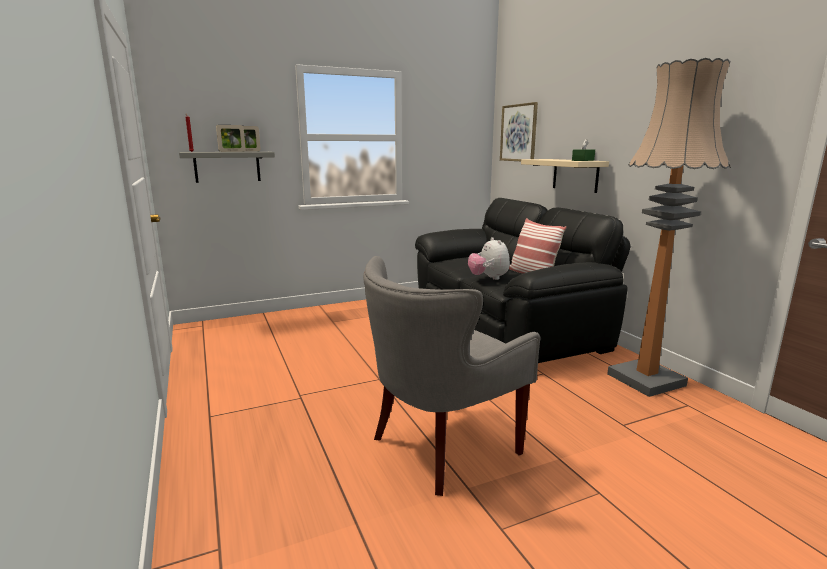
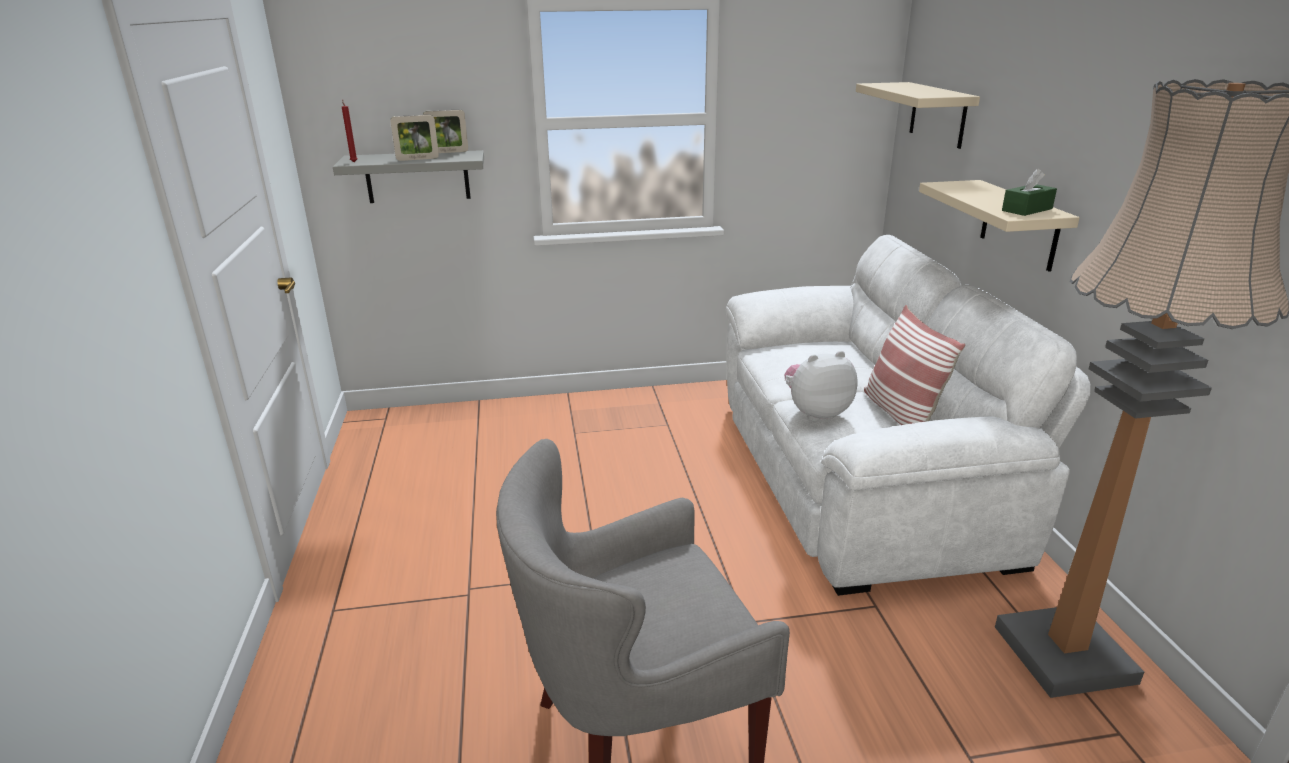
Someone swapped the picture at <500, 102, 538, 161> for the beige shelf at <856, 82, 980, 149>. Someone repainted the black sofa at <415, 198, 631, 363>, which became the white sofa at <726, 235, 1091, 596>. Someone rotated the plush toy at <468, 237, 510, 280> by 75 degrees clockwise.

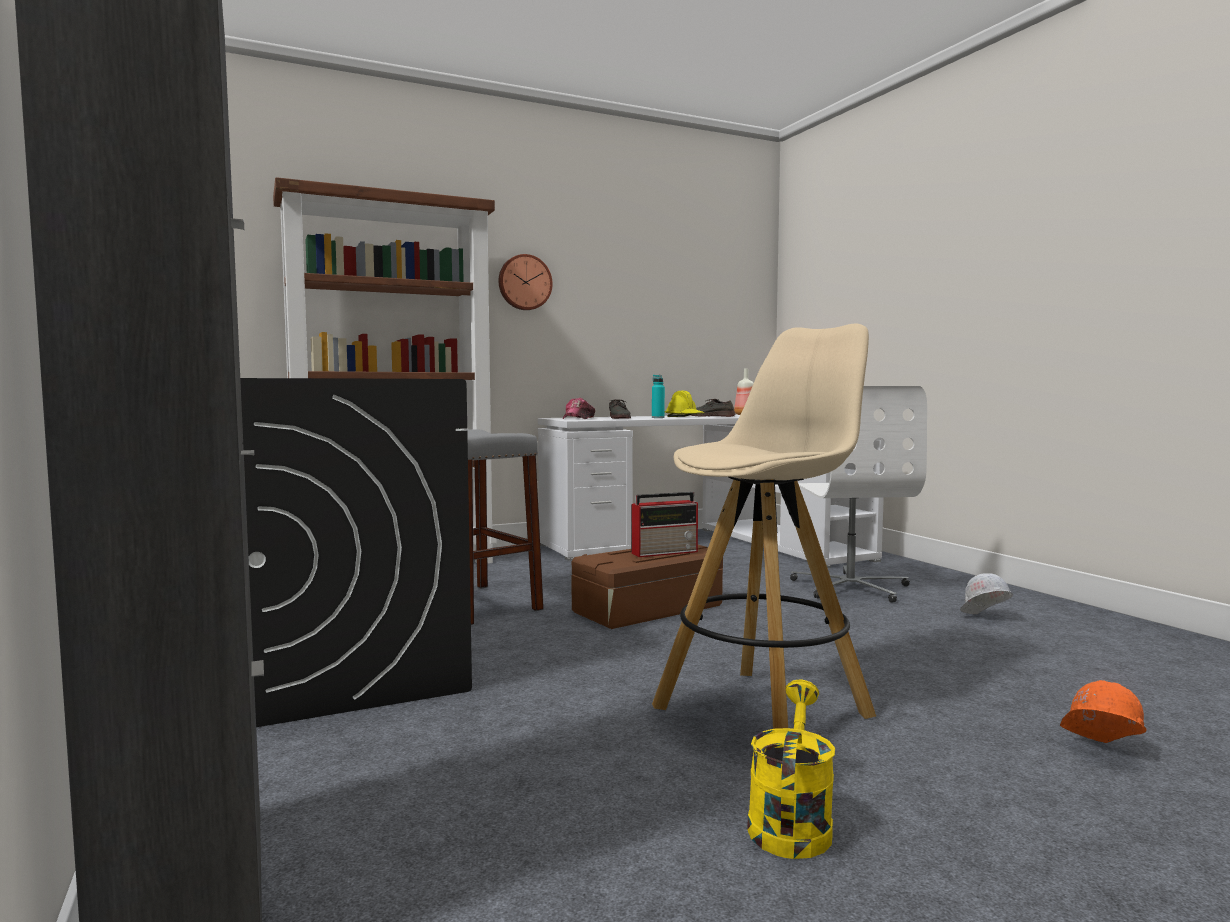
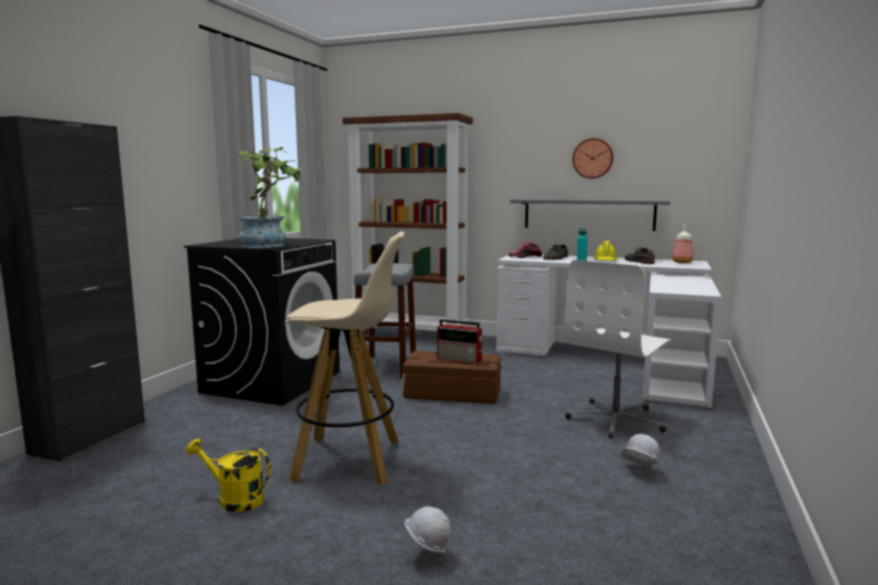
Someone carried the wall clock from <498, 254, 553, 310> to <572, 138, 613, 179>. Someone rotated the yellow watering can at <747, 680, 835, 859> by 135 degrees counterclockwise. Someone repainted the orange hard hat at <1060, 680, 1147, 743>, which became the white hard hat at <405, 506, 451, 554>. Someone put down the potted plant at <238, 147, 307, 248>. Someone put up the grey shelf at <510, 199, 670, 231>.

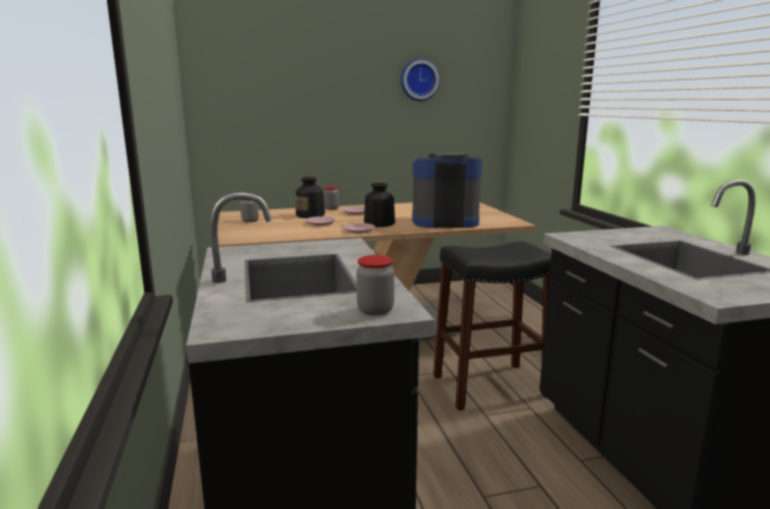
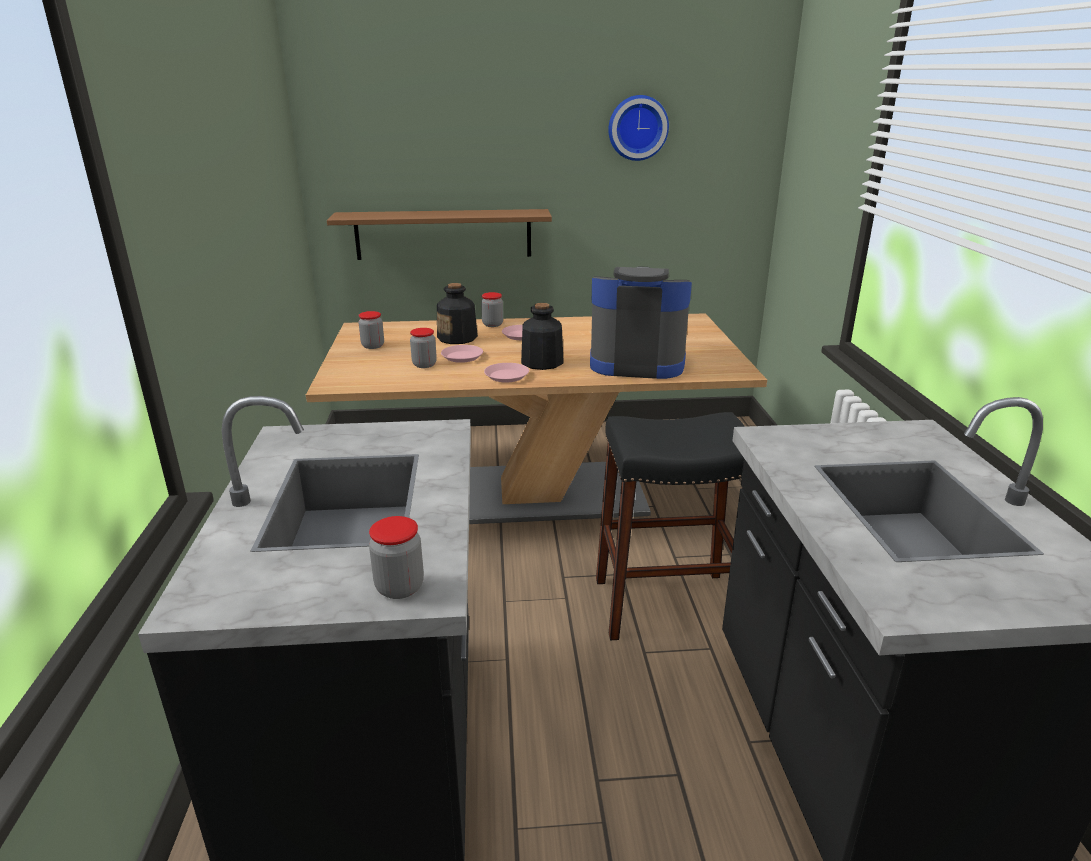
Someone put up the brown shelf at <327, 209, 552, 260>. Someone put down the jar at <410, 328, 437, 368>.

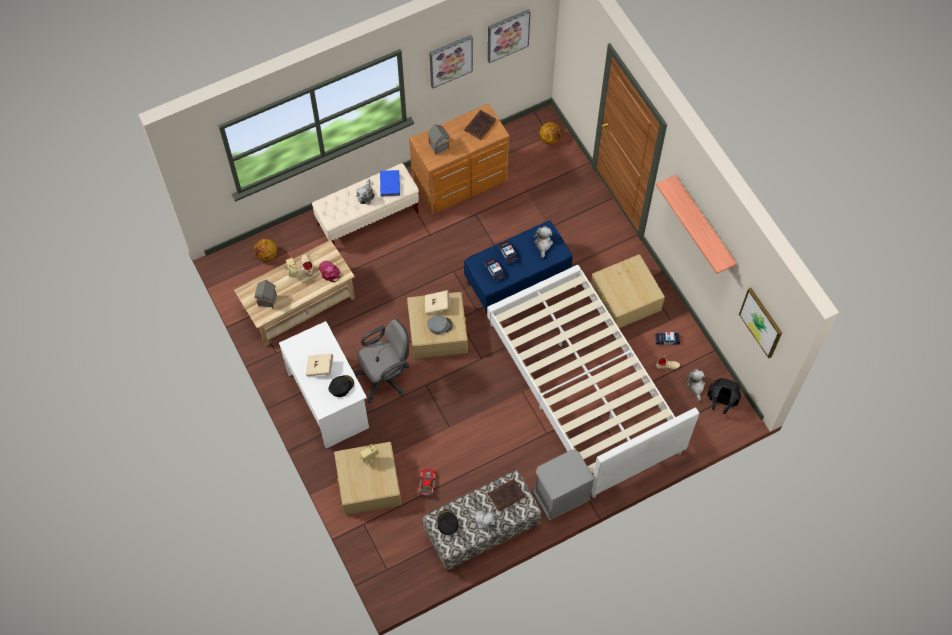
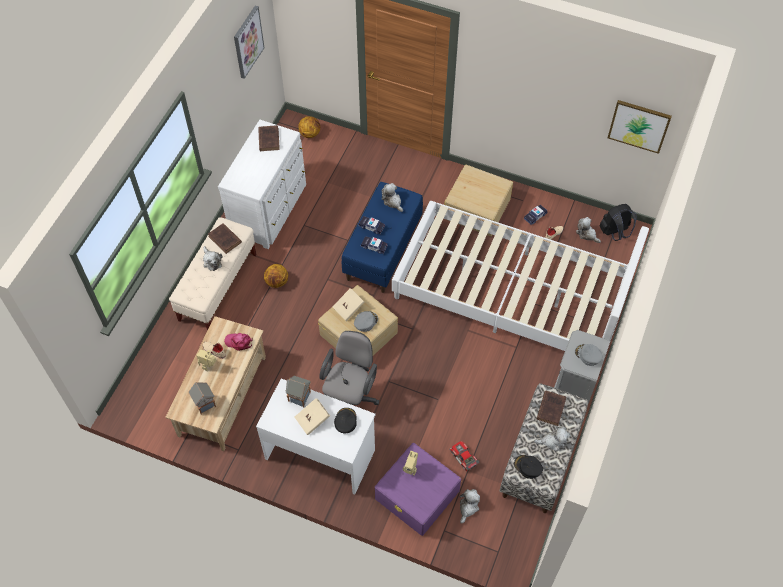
Someone took away the picture at <429, 35, 473, 88>. Someone repainted the brown dresser at <409, 104, 510, 214>, which became the white dresser at <218, 120, 306, 249>. Someone carried the toy house from <427, 124, 450, 154> to <286, 376, 311, 407>. Someone repainted the blue book at <380, 170, 400, 196>, which became the brown book at <208, 223, 242, 254>. Someone took away the shelf at <656, 175, 737, 274>. Someone carried the basketball from <254, 239, 277, 262> to <264, 264, 288, 288>. Someone repainted the beige storage box at <334, 442, 401, 515>, which became the purple storage box at <375, 443, 461, 536>. Someone put down the grey cap at <575, 344, 603, 366>. Someone put down the plush toy at <460, 489, 480, 523>.

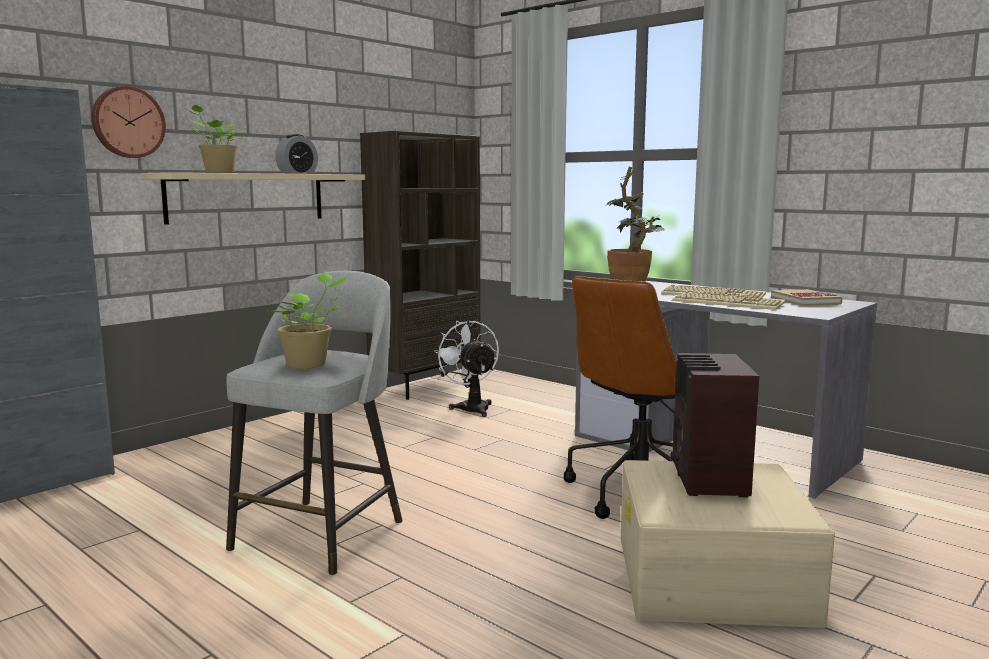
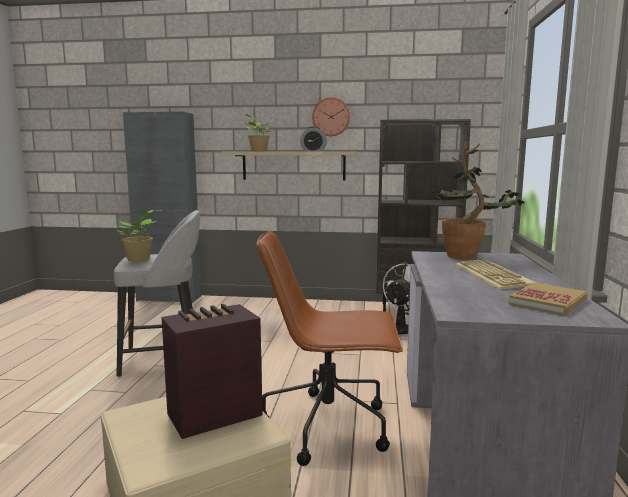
Someone carried the wall clock from <92, 86, 166, 158> to <312, 97, 350, 136>. Someone took away the keyboard at <672, 291, 786, 310>.

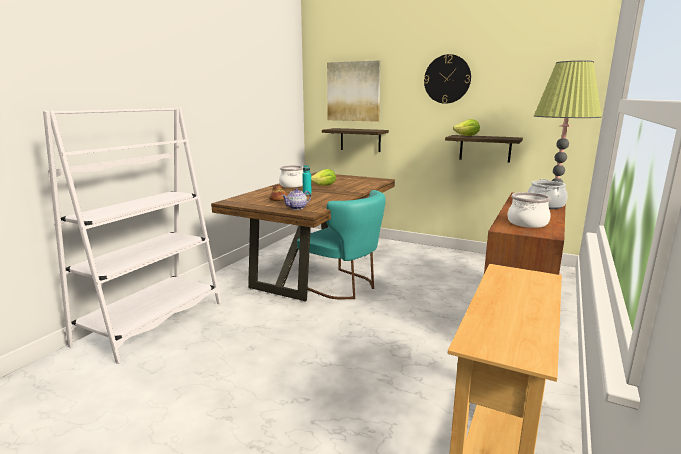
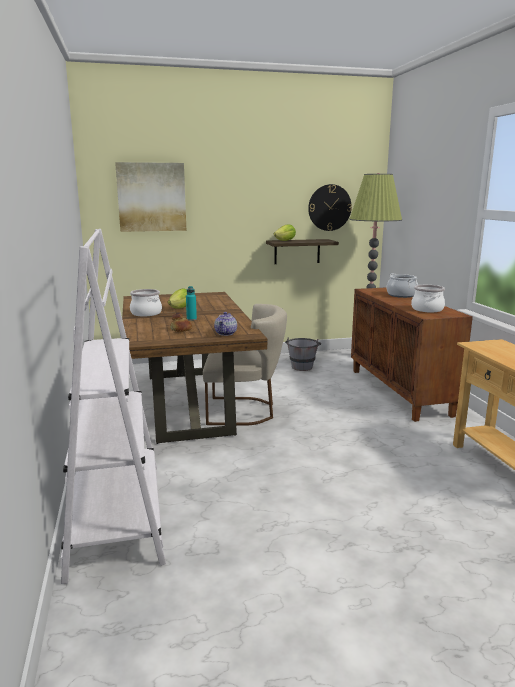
Someone carried the wall clock from <424, 54, 471, 104> to <308, 184, 352, 231>. Someone took away the shelf at <322, 128, 389, 152>. Someone repainted the turquoise chair at <297, 190, 386, 299>, which became the beige chair at <203, 304, 287, 426>. Someone put down the grey bucket at <285, 338, 321, 371>.

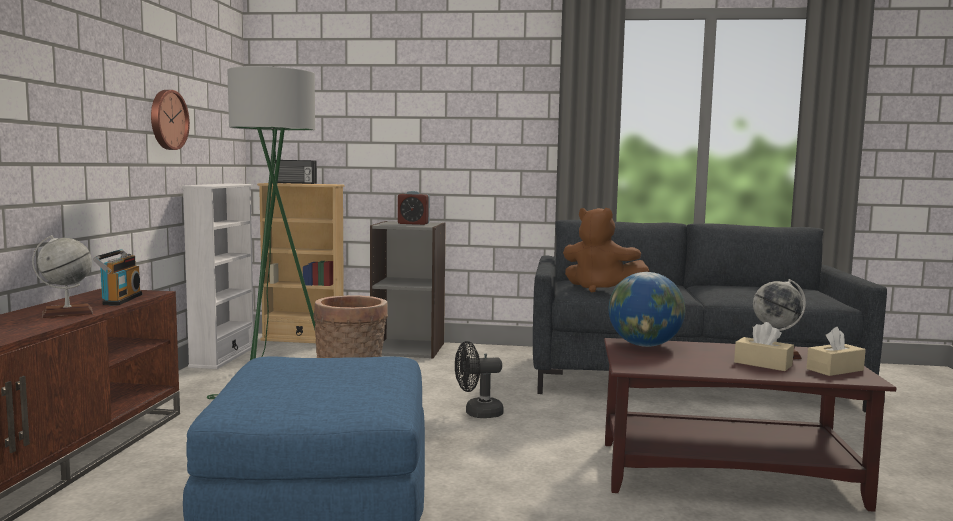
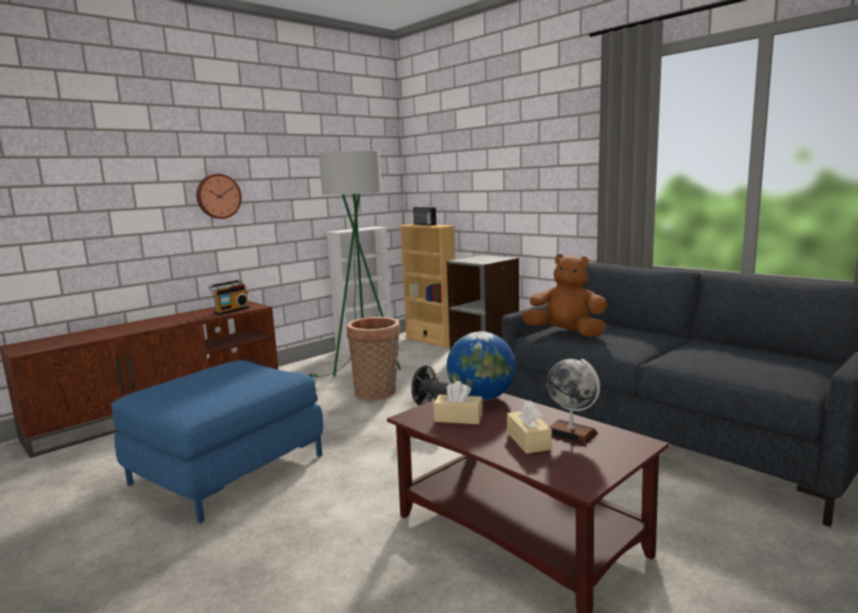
Someone carried the wall clock from <151, 90, 190, 150> to <196, 174, 242, 219>. Someone took away the alarm clock at <398, 191, 430, 225>. Someone rotated the brown plush toy at <563, 208, 649, 293> by 135 degrees clockwise. Someone took away the globe at <32, 235, 93, 318>. Someone carried the beige tissue box from <806, 327, 866, 376> to <433, 381, 483, 424>.

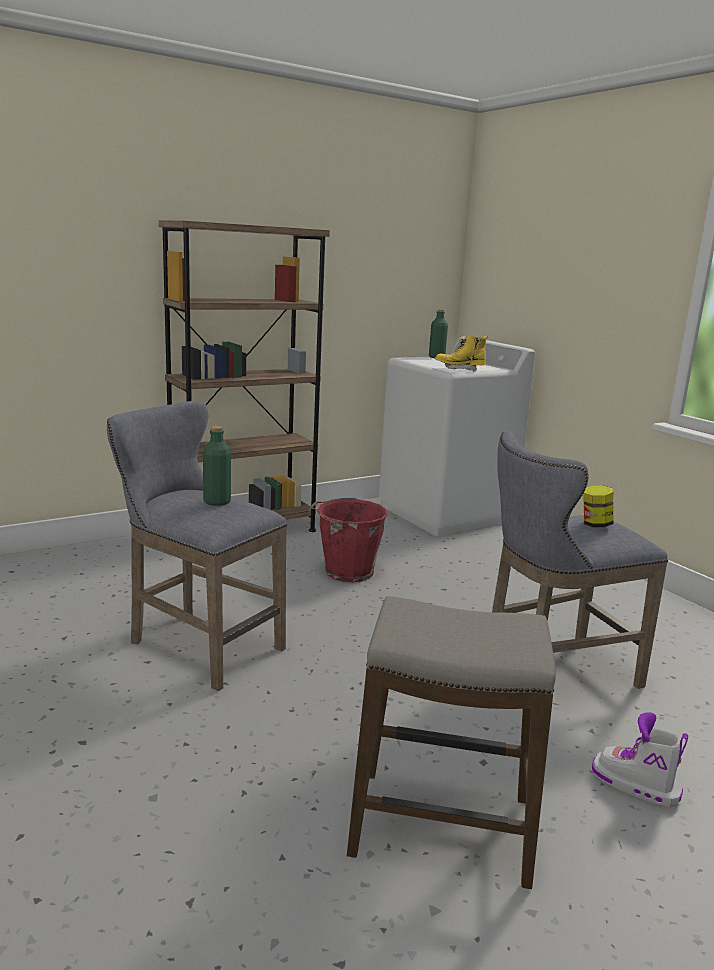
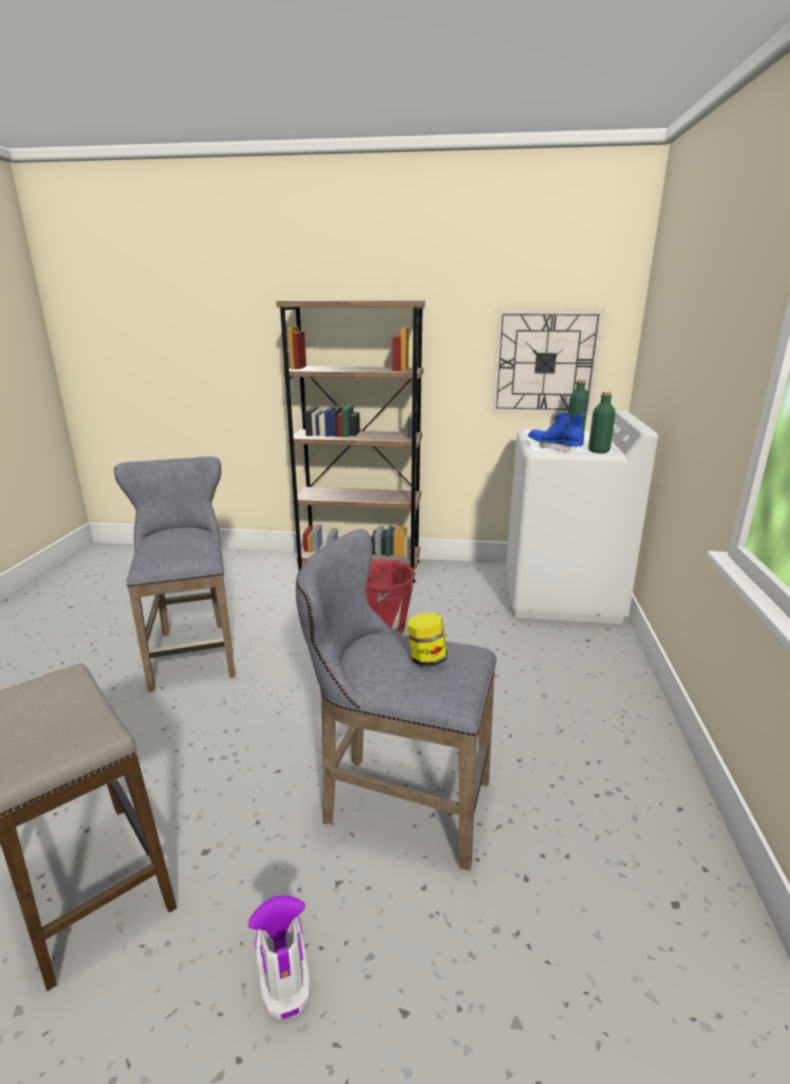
Someone repainted the yellow boot at <435, 336, 488, 372>, which became the blue boot at <528, 413, 587, 453>. Someone carried the green bottle from <203, 426, 231, 506> to <588, 392, 615, 453>. Someone put up the wall clock at <492, 310, 604, 415>.

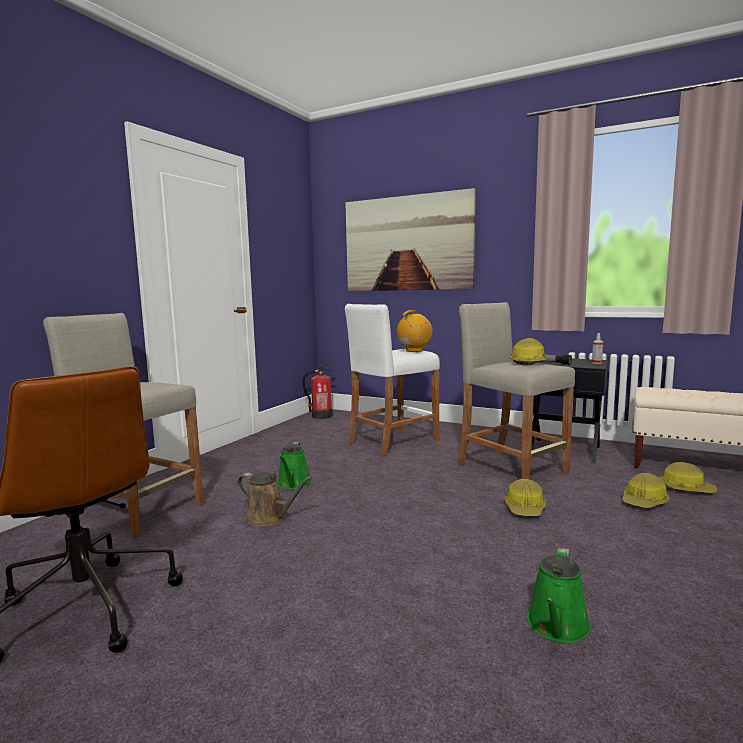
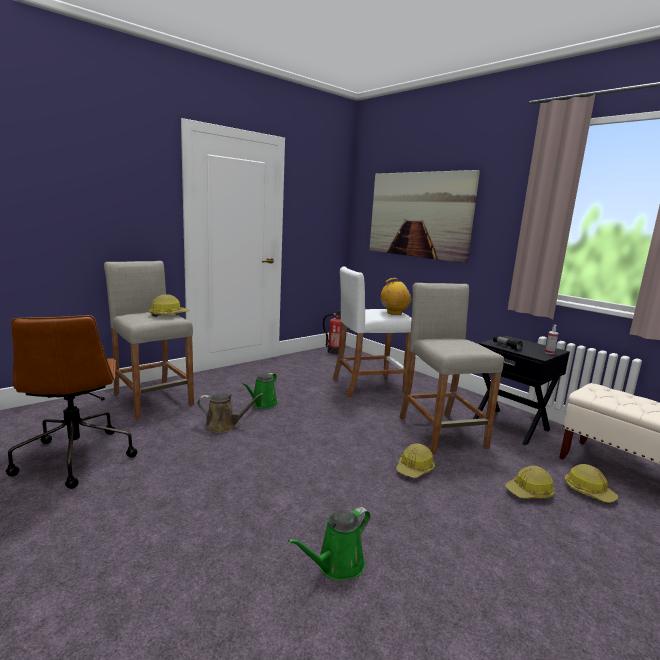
Someone carried the hard hat from <510, 338, 547, 365> to <149, 294, 189, 317>. Someone rotated the brown watering can at <237, 472, 313, 527> by 45 degrees counterclockwise.

